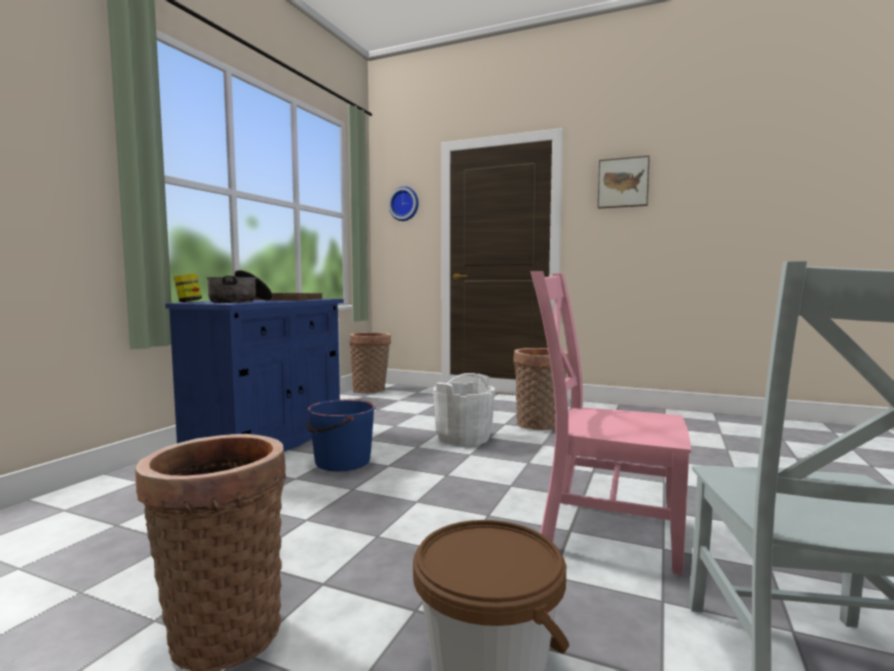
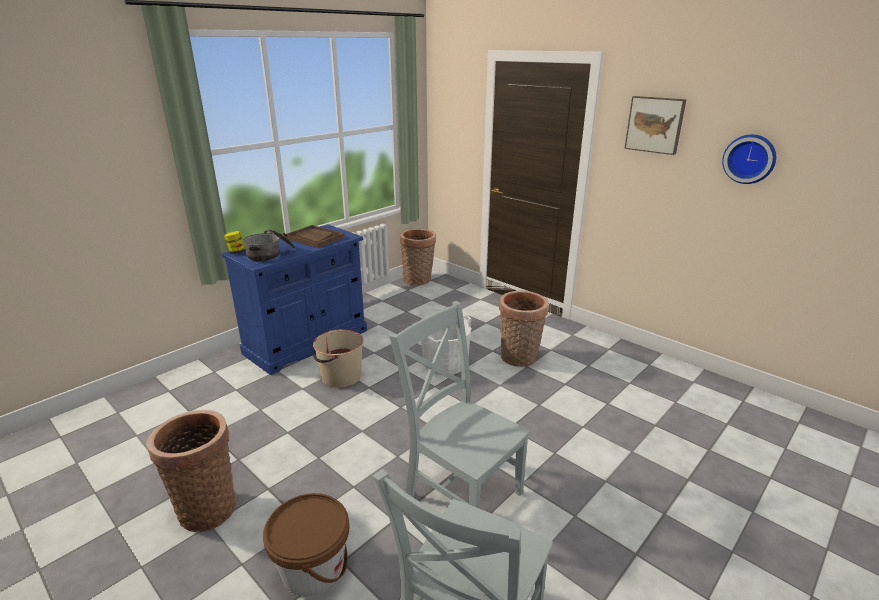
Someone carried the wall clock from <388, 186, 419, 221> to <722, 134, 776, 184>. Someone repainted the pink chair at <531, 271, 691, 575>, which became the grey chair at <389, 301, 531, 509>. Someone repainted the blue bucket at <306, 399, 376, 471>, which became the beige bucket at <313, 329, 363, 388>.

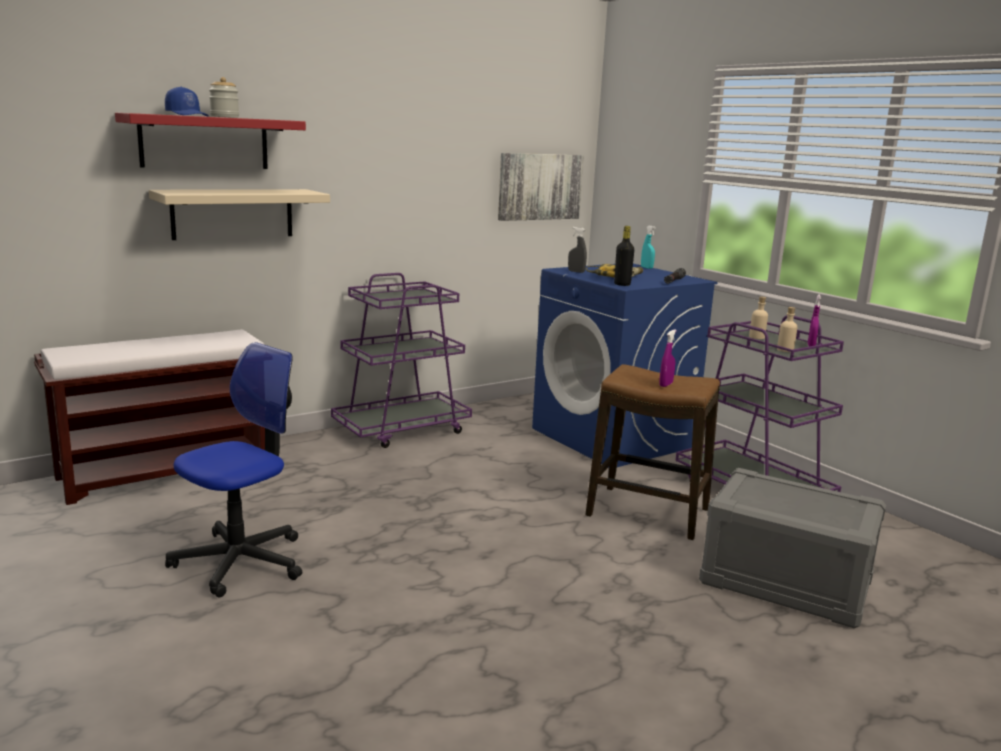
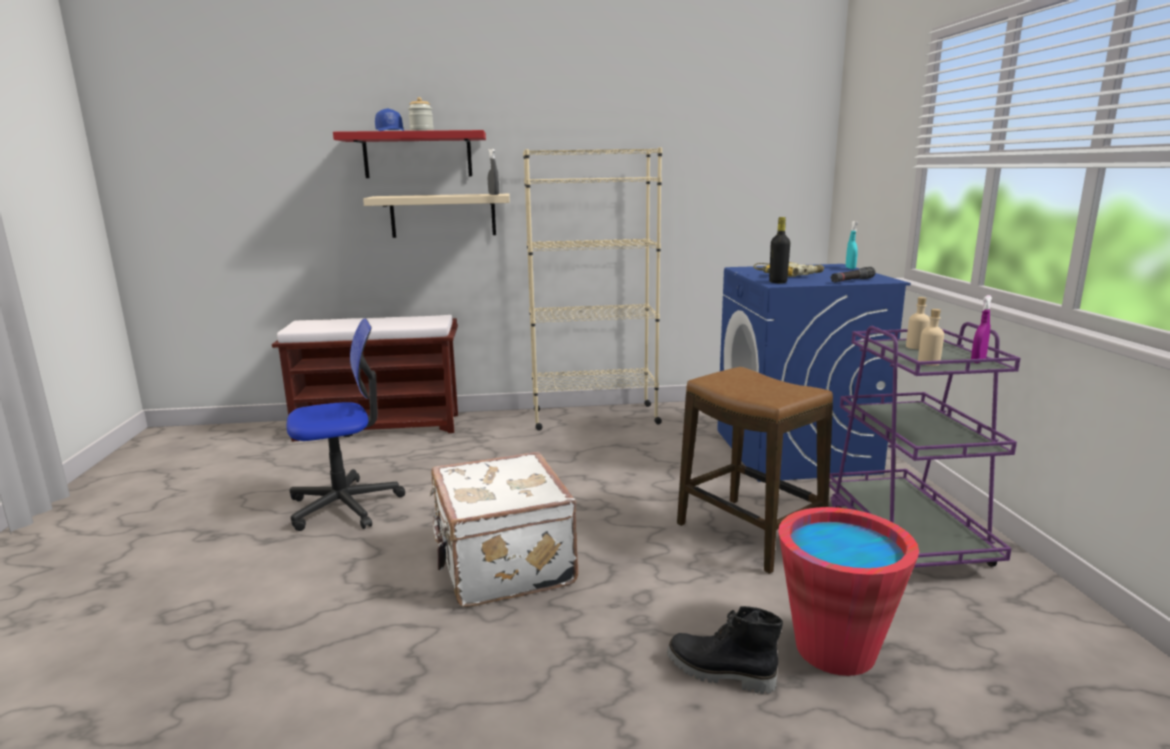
Someone took away the picture at <498, 153, 584, 221>. Someone carried the grey spray bottle from <568, 227, 587, 273> to <488, 149, 499, 195>. Someone swapped the purple cart at <331, 273, 472, 448> for the beige bookcase at <523, 147, 662, 431>. Someone took away the purple spray bottle at <659, 329, 676, 387>. Someone swapped the grey storage box at <699, 468, 886, 628> for the red bucket at <778, 507, 919, 676>. Someone put down the white suitcase at <429, 452, 578, 607>. Someone put down the black boot at <667, 606, 783, 694>.

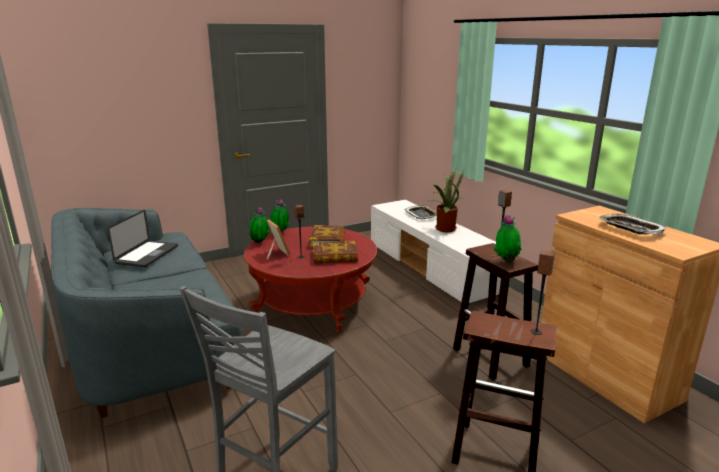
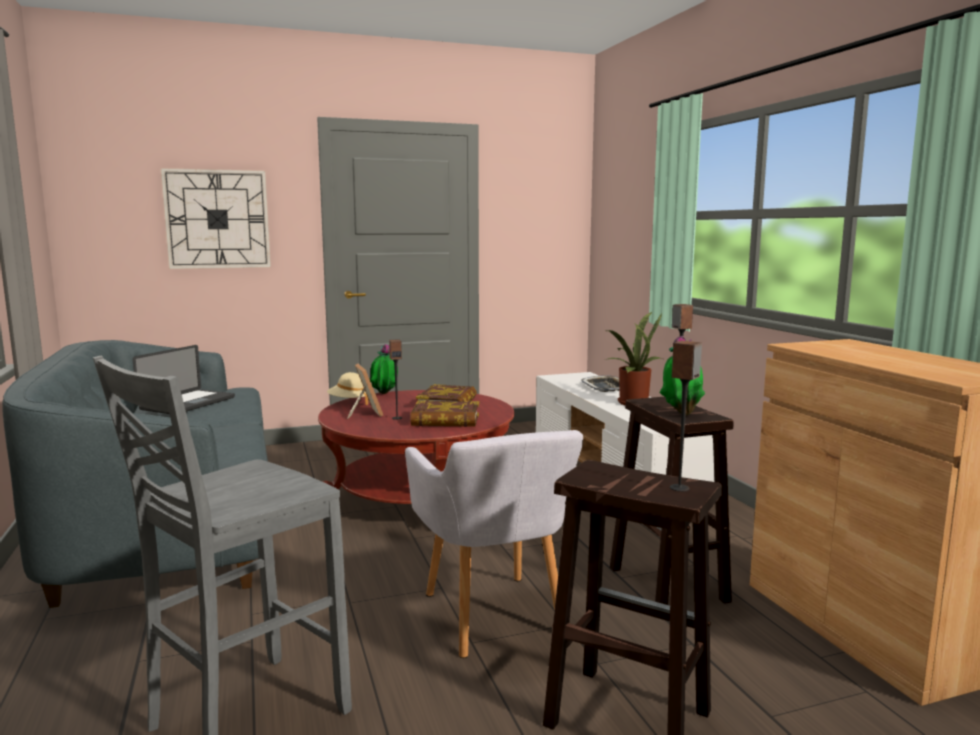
Someone swapped the potted plant at <249, 207, 270, 243> for the beige hat at <327, 372, 368, 405>. Someone took away the tray at <599, 214, 667, 235>. Someone put up the wall clock at <161, 168, 271, 269>. Someone put down the grey armchair at <405, 430, 583, 658>.

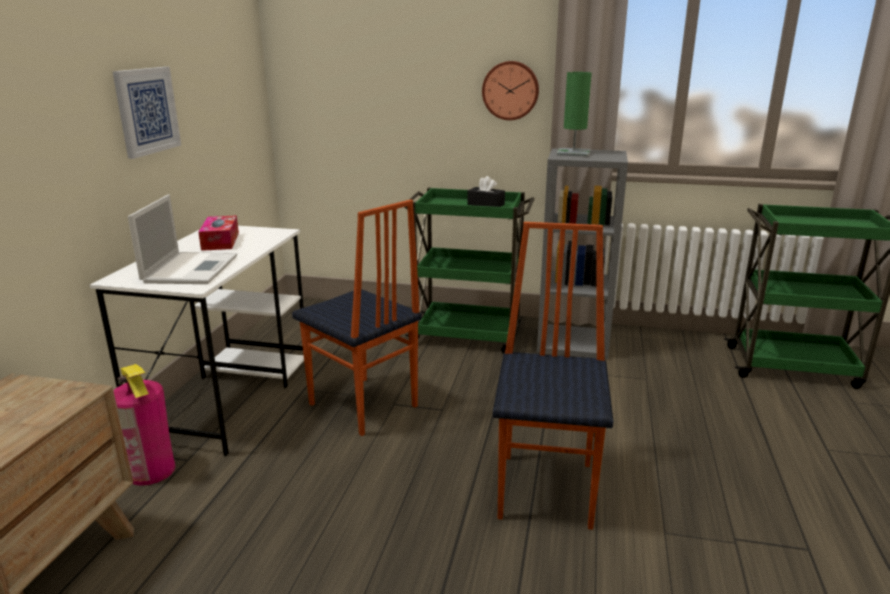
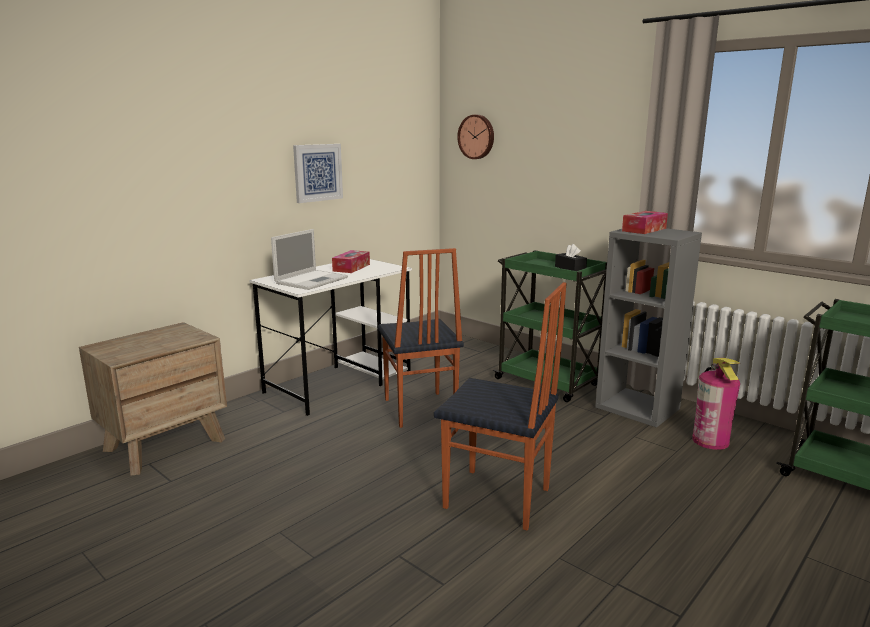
Someone carried the wall clock from <482, 61, 539, 120> to <457, 115, 494, 159>. Someone swapped the green table lamp at <557, 72, 592, 157> for the tissue box at <622, 211, 668, 234>. Someone rotated the chair at <493, 222, 614, 530> by 75 degrees clockwise. Someone carried the fire extinguisher from <113, 364, 176, 486> to <692, 358, 741, 450>.

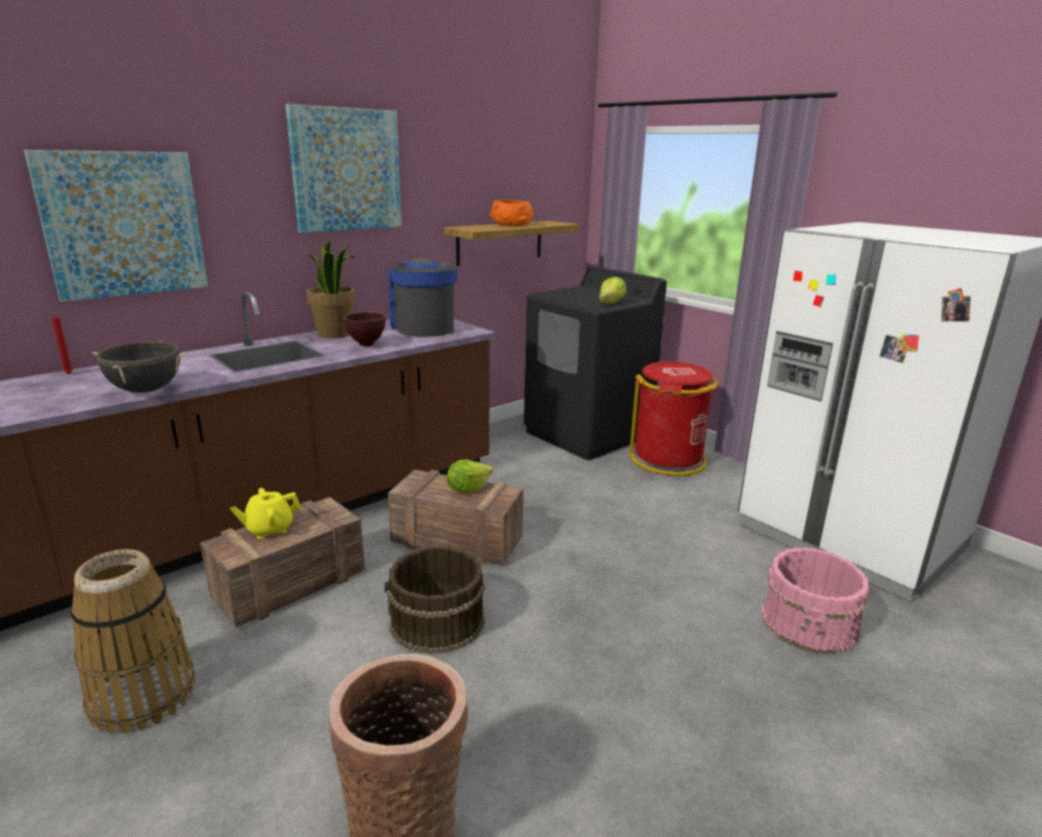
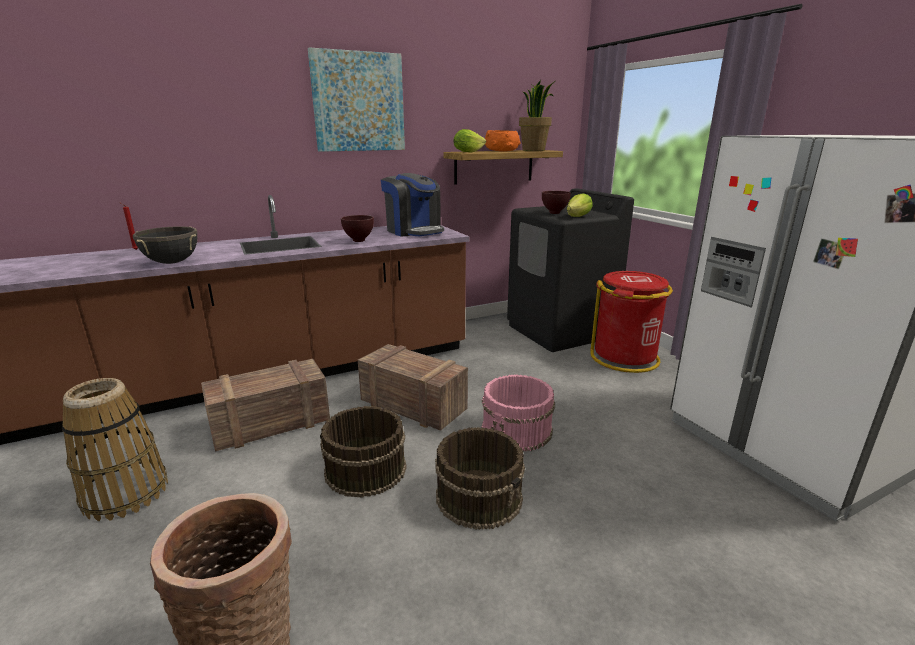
Someone took away the picture at <24, 150, 208, 302>. Someone carried the potted plant from <307, 241, 356, 338> to <519, 80, 555, 151>. Someone rotated the coffee machine at <388, 258, 458, 337> by 150 degrees clockwise. Someone carried the lettuce from <447, 460, 493, 493> to <454, 129, 486, 153>. Someone took away the yellow teapot at <230, 488, 301, 539>. Someone carried the pink bucket from <761, 547, 869, 655> to <481, 374, 555, 452>. Someone put down the brown bowl at <542, 191, 571, 214>. Someone put down the brown bucket at <435, 427, 525, 530>.

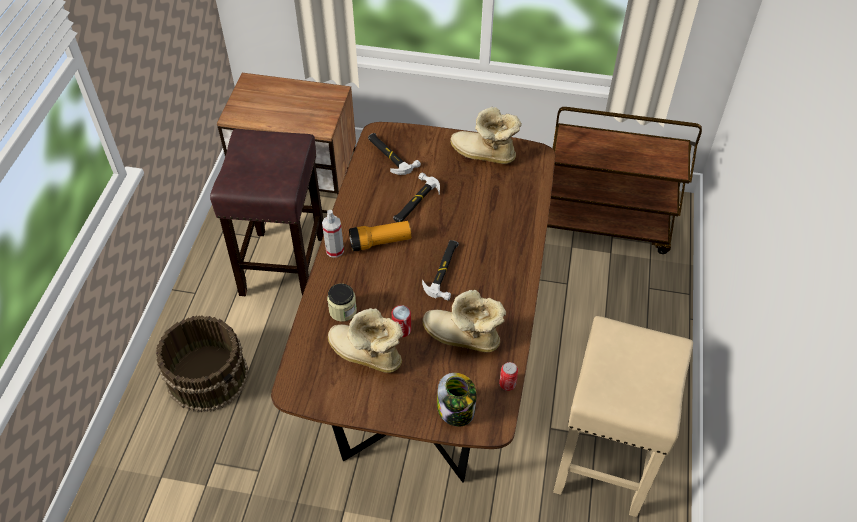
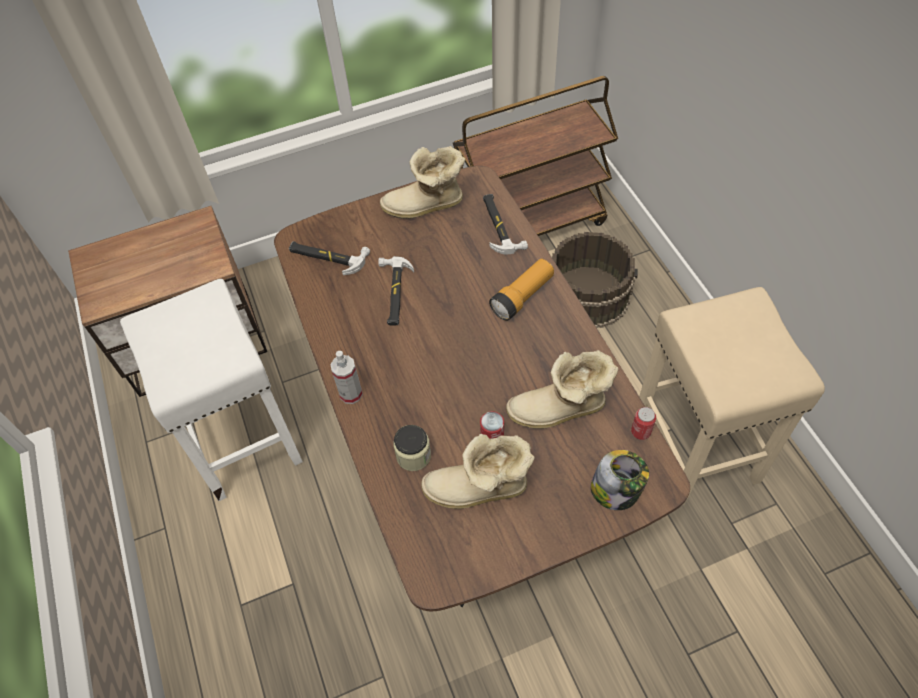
Someone repainted the brown stool at <210, 129, 324, 296>, which became the white stool at <120, 279, 303, 501>. Someone carried the flashlight from <349, 221, 411, 252> to <489, 259, 554, 321>. Someone carried the hammer from <422, 240, 459, 301> to <483, 194, 528, 255>. Someone carried the brown bucket from <156, 315, 248, 412> to <552, 232, 638, 328>.

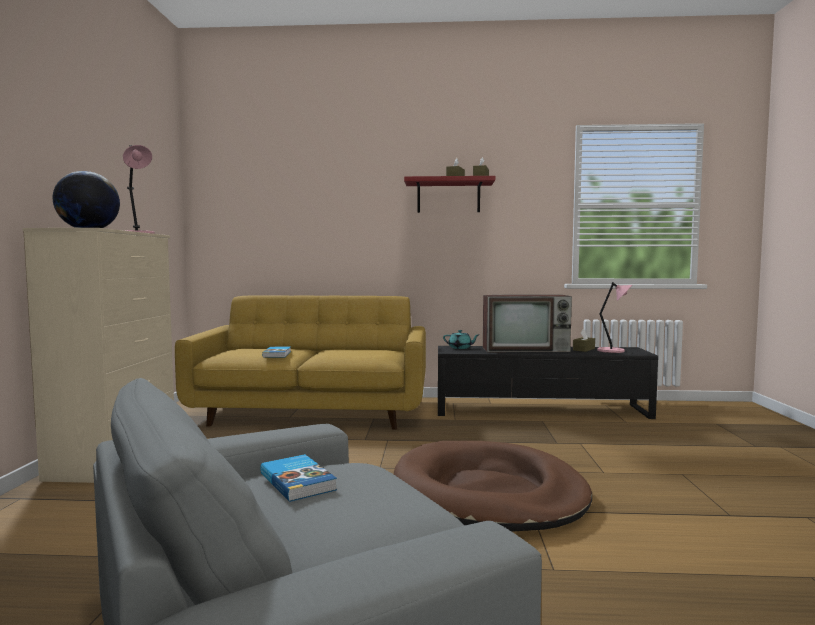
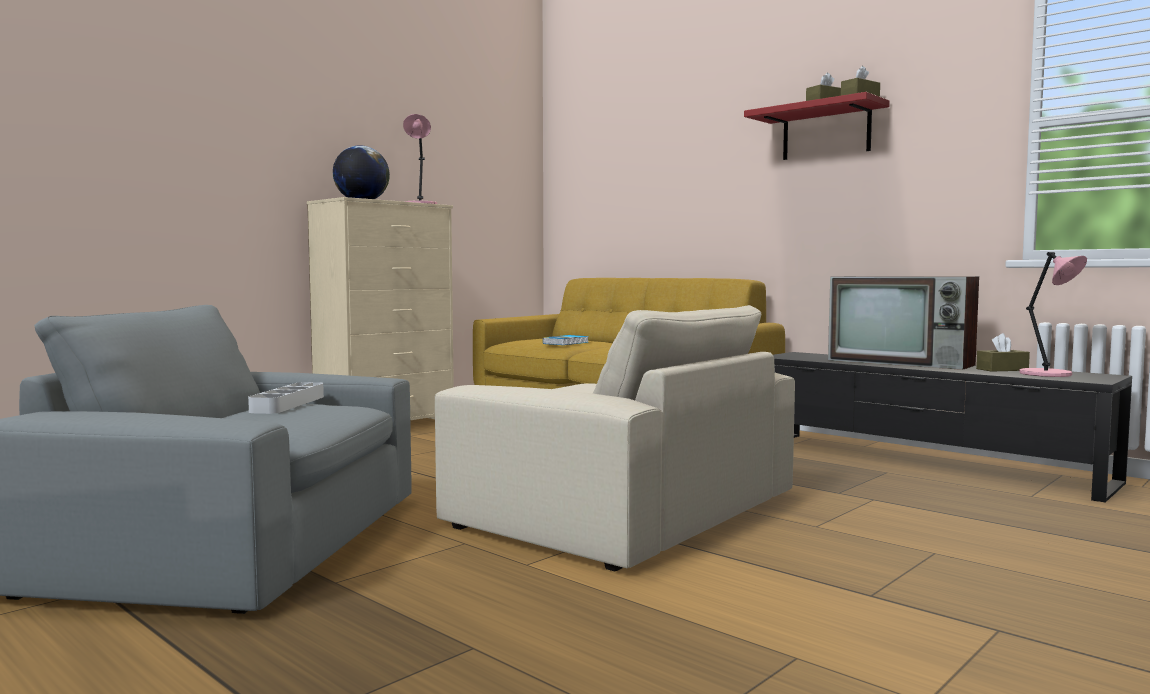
Someone took away the turquoise teapot at <443, 330, 478, 349>. Someone swapped the brown dog bed at <394, 441, 592, 532> for the beige armchair at <435, 305, 795, 571>. Someone swapped the book at <260, 454, 337, 502> for the grey tray at <248, 382, 324, 414>.

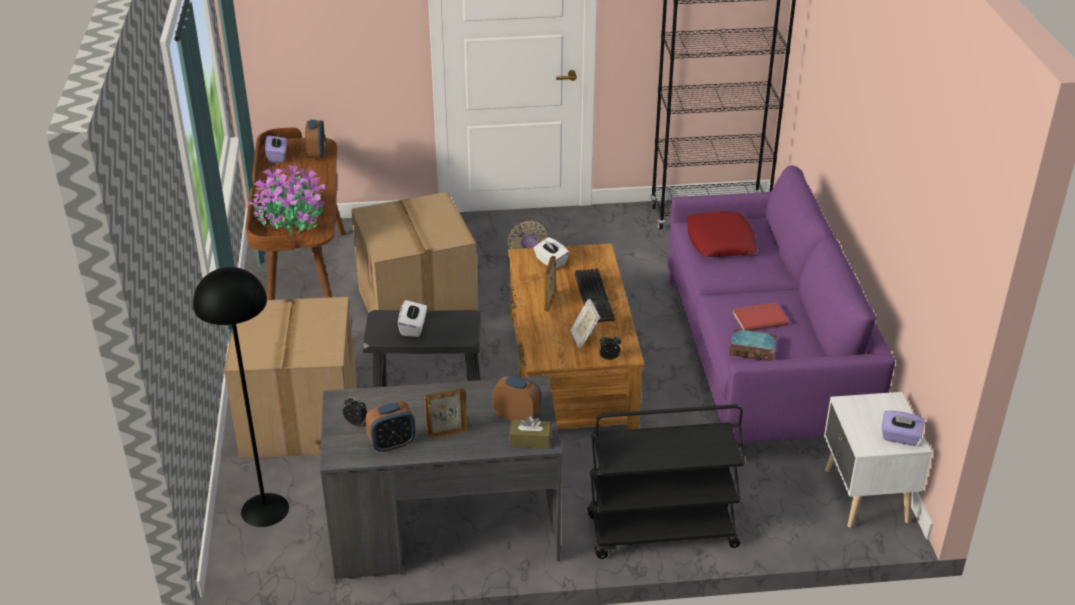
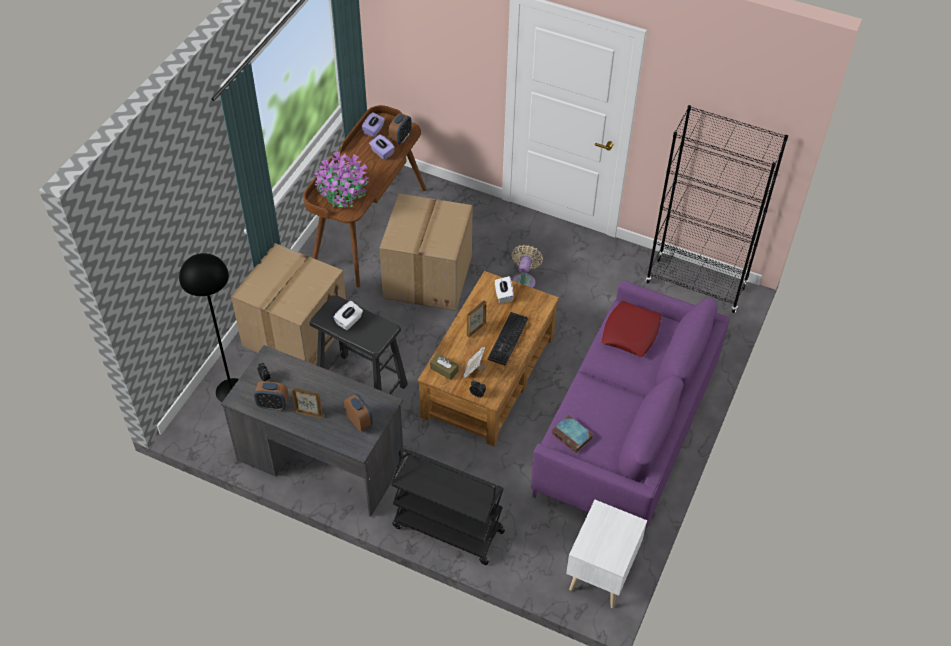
Someone took away the red book at <732, 302, 789, 331>. Someone carried the purple tissue box from <882, 411, 925, 446> to <369, 134, 395, 160>. Someone carried the brown tissue box from <509, 416, 551, 449> to <430, 353, 459, 380>.

